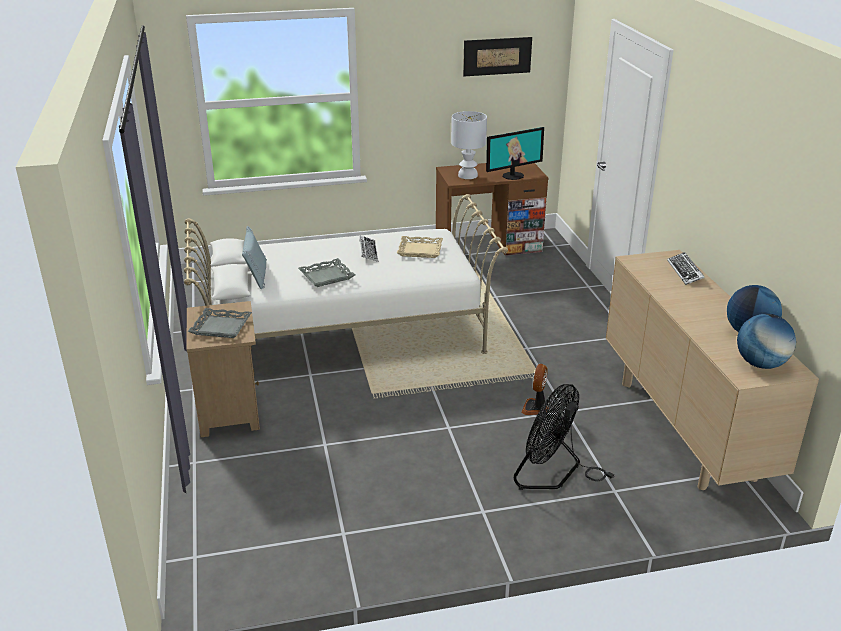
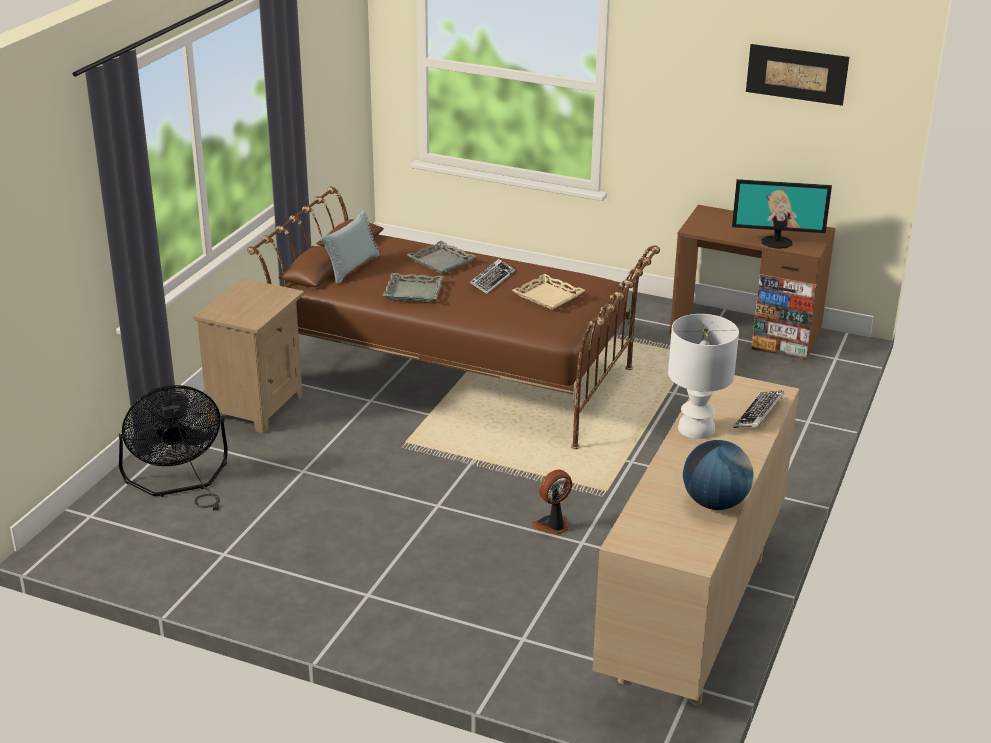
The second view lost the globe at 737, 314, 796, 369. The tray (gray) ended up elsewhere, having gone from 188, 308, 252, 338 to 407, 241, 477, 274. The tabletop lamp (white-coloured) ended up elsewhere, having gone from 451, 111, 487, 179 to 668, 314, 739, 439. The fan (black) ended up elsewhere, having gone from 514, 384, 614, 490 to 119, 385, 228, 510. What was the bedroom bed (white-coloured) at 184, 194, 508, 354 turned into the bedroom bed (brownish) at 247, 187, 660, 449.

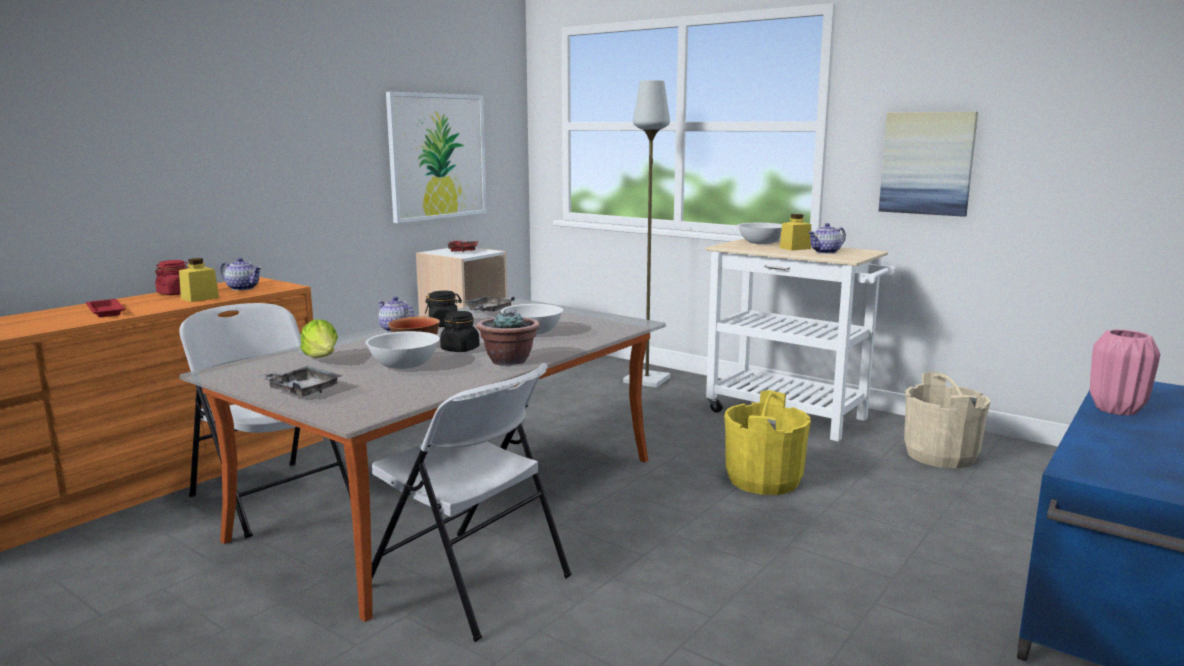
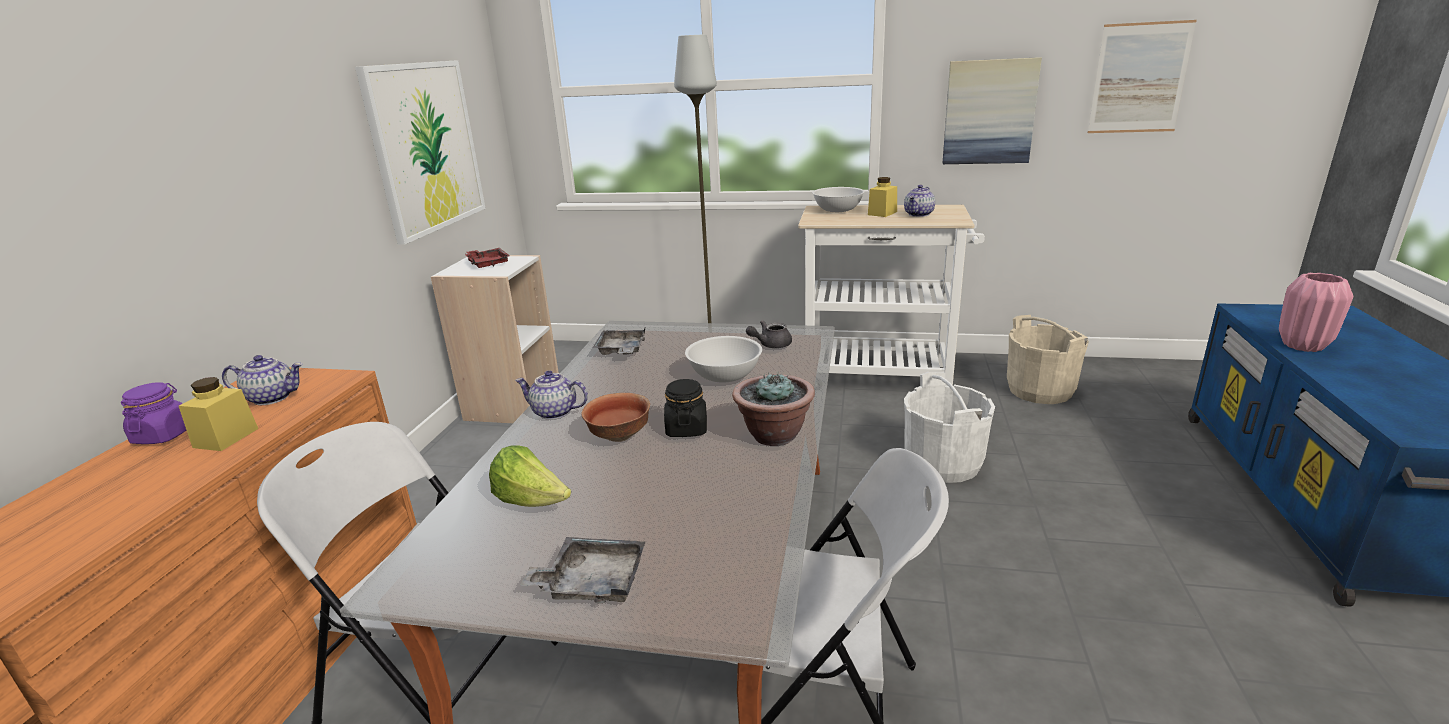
The second view lost the tray (red-coloured) at 86, 299, 125, 317. The second view lost the deep dish (white-coloured) at 365, 331, 440, 369. The second view lost the preserve jar (black) at 425, 291, 462, 327. The second view gained the teapot (gray) at 746, 320, 792, 348. The second view gained the wall art at 1088, 20, 1197, 133. What was the preserve jar (red-coloured) at 155, 260, 189, 295 turned into the preserve jar (purplish) at 121, 382, 186, 444. What was the bucket (yellowish) at 724, 390, 811, 495 turned into the bucket (white-coloured) at 904, 372, 995, 483.

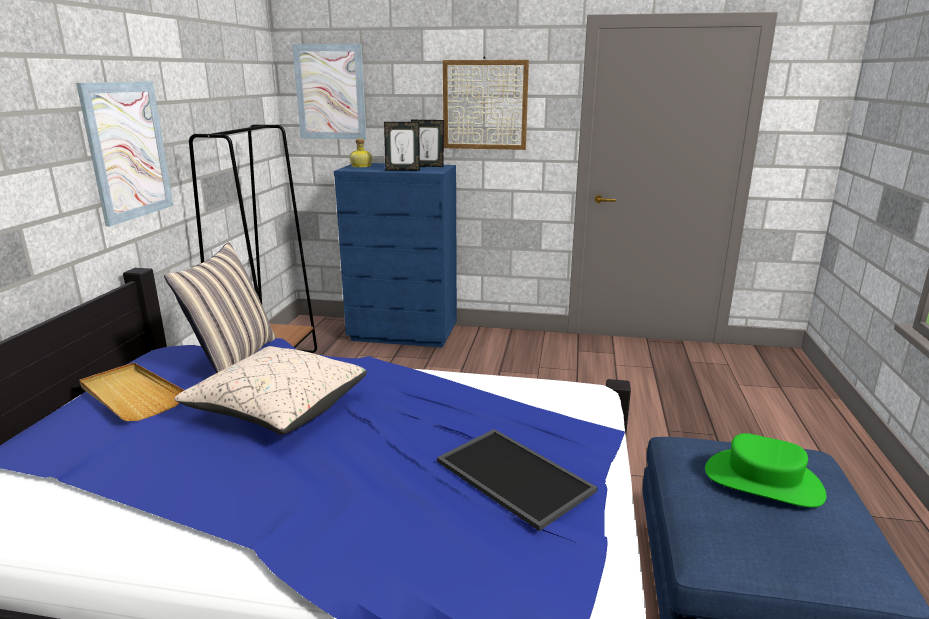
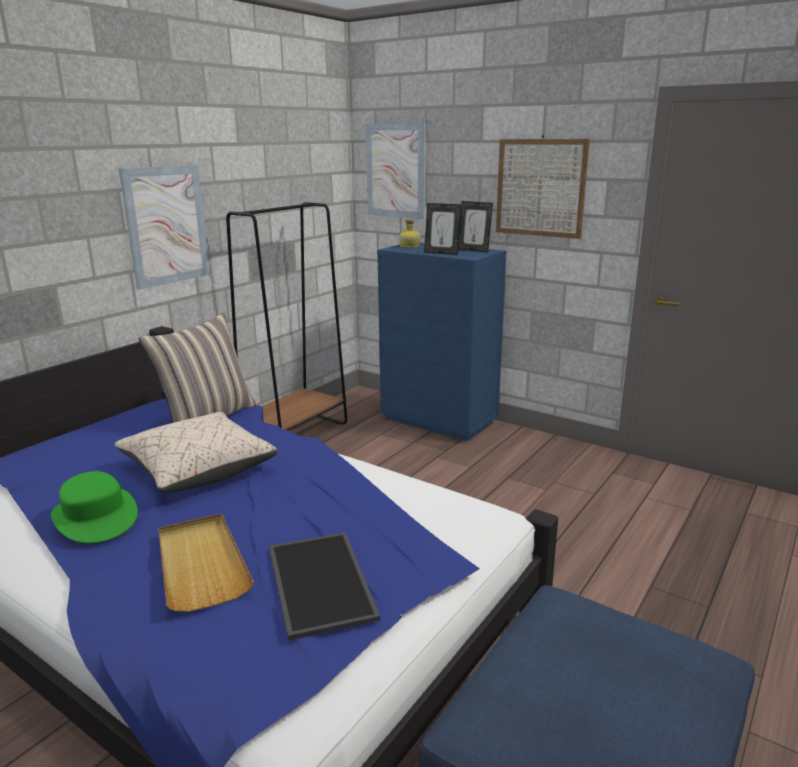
The tray (beige) ended up elsewhere, having gone from 79, 363, 184, 421 to 158, 514, 254, 612. The wearable hat (greenish) ended up elsewhere, having gone from 705, 433, 826, 507 to 51, 471, 138, 543.

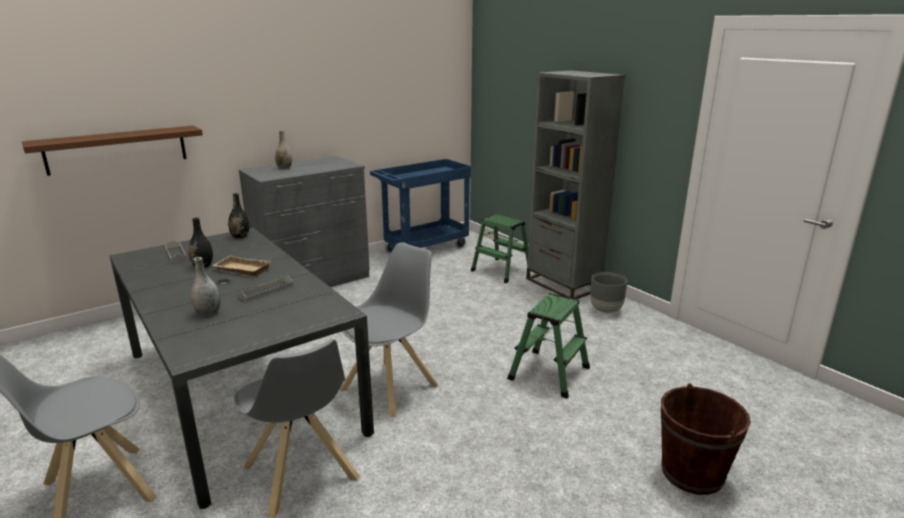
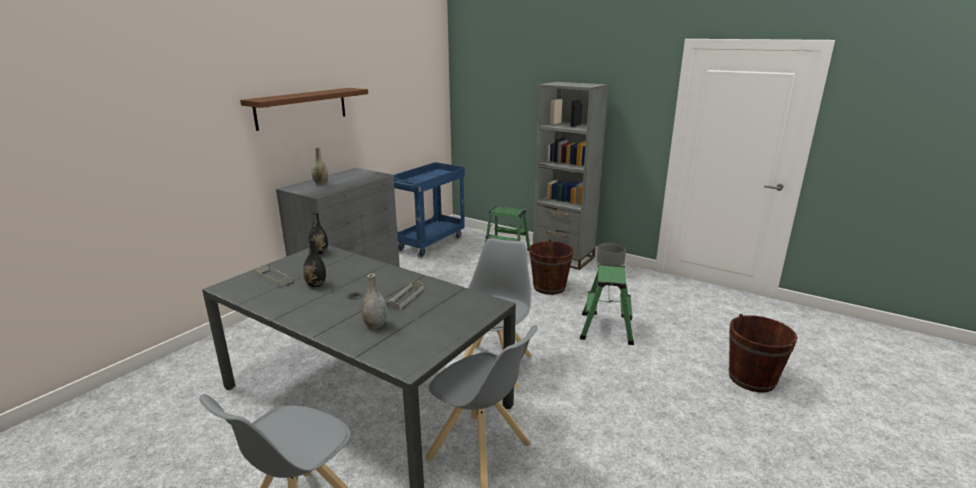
The second view lost the tray (beige) at 212, 255, 271, 276. The second view gained the bucket (brownish) at 529, 239, 574, 295. The shelf (brownish) ended up elsewhere, having gone from 22, 126, 203, 176 to 240, 88, 368, 131.

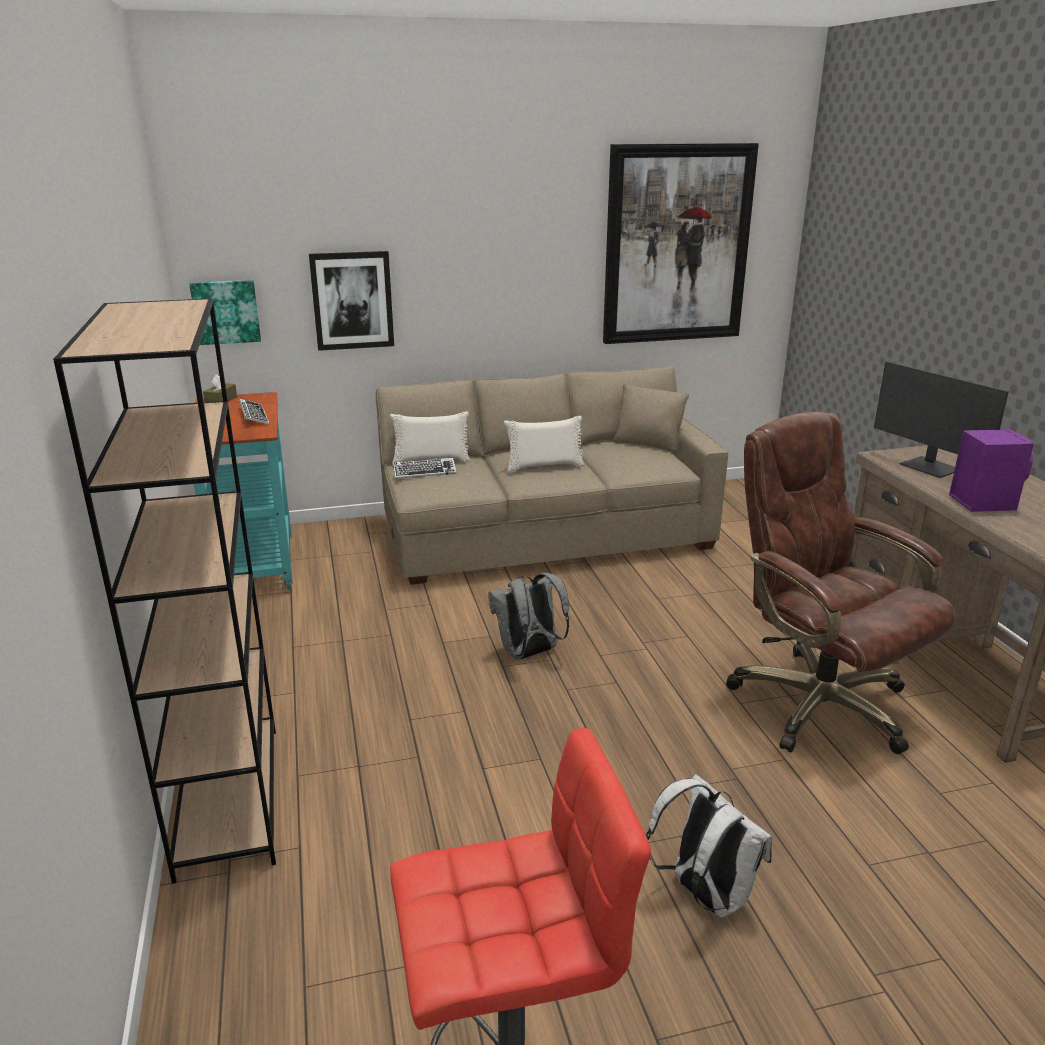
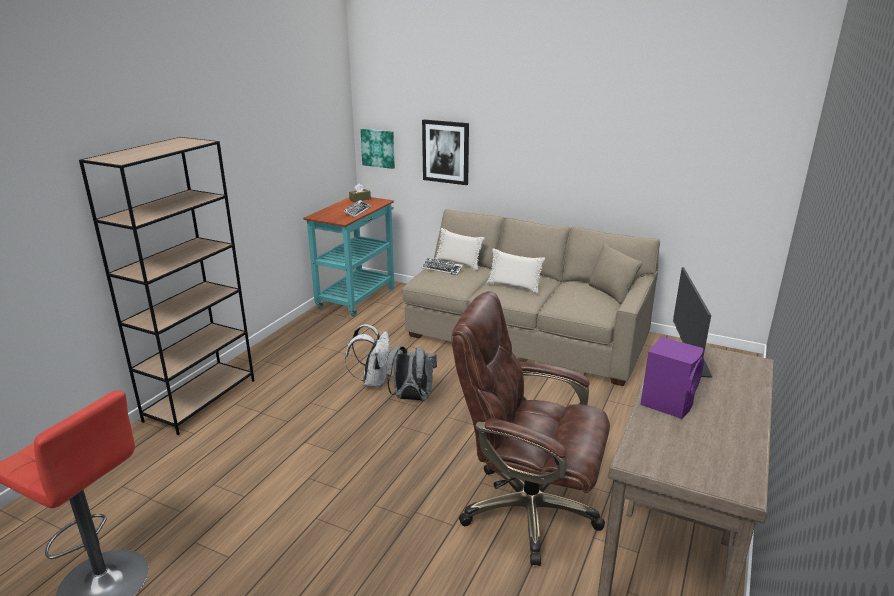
The second view lost the wall art at 603, 143, 759, 344. The knapsack (white-coloured) ended up elsewhere, having gone from 646, 775, 772, 918 to 345, 324, 390, 388. The computer chair (brownish) at 726, 412, 956, 754 ended up facing another way, 75 degrees counterclockwise from before.

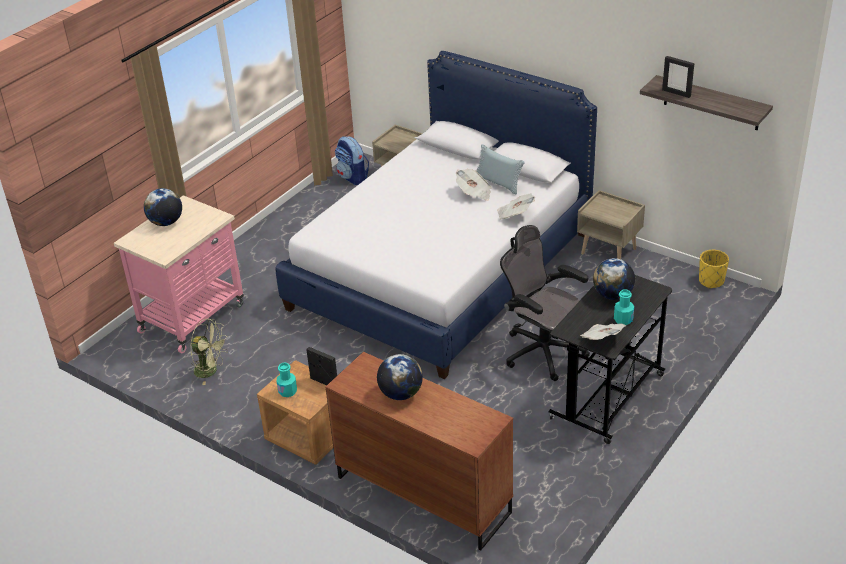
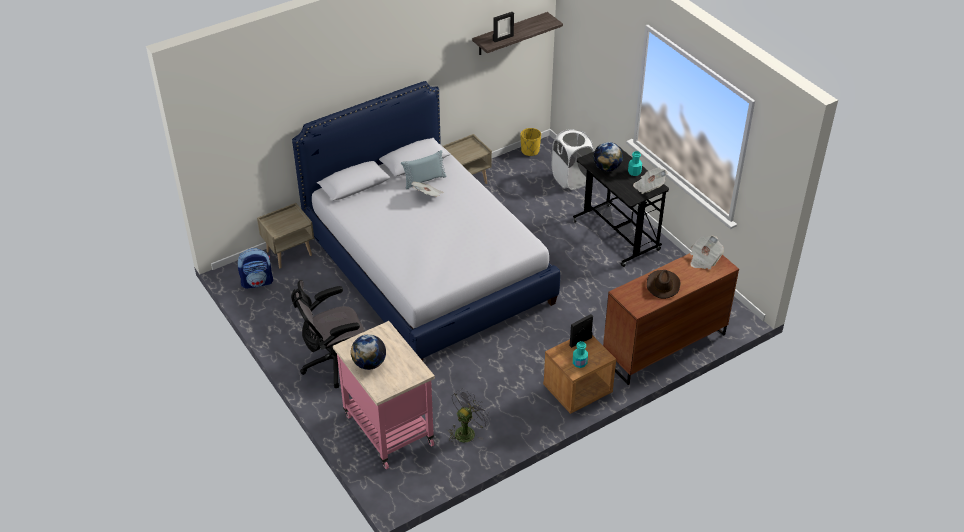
The second view gained the laundry basket (white-coloured) at 552, 129, 594, 190. The printed paper ended up elsewhere, having gone from 498, 193, 535, 220 to 690, 235, 724, 269. The computer chair ended up elsewhere, having gone from 500, 225, 590, 381 to 291, 280, 364, 388. Where the globe stood at 377, 354, 423, 400, the wearable hat (brownish) came to stand at 647, 270, 680, 299. What was the fan (greenish) at 190, 318, 227, 385 turned into the fan (gray) at 448, 388, 491, 442.

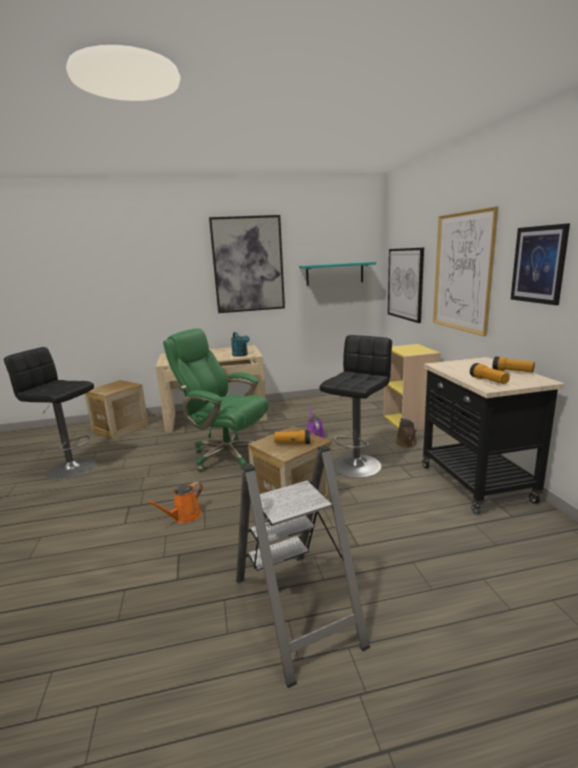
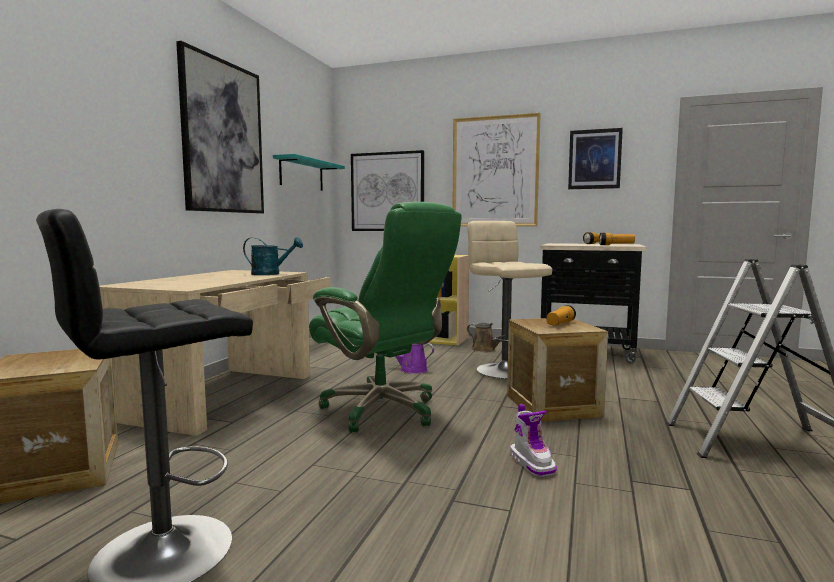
Where the sprinkling can (orange) stood at 146, 482, 203, 523, the high-top boot came to stand at 510, 404, 557, 477. What was the stool seat (black) at 320, 335, 392, 478 turned into the stool seat (beige) at 467, 221, 552, 379. The computer chair (greenish) at 163, 328, 269, 472 ended up facing another way, 105 degrees counterclockwise from before.

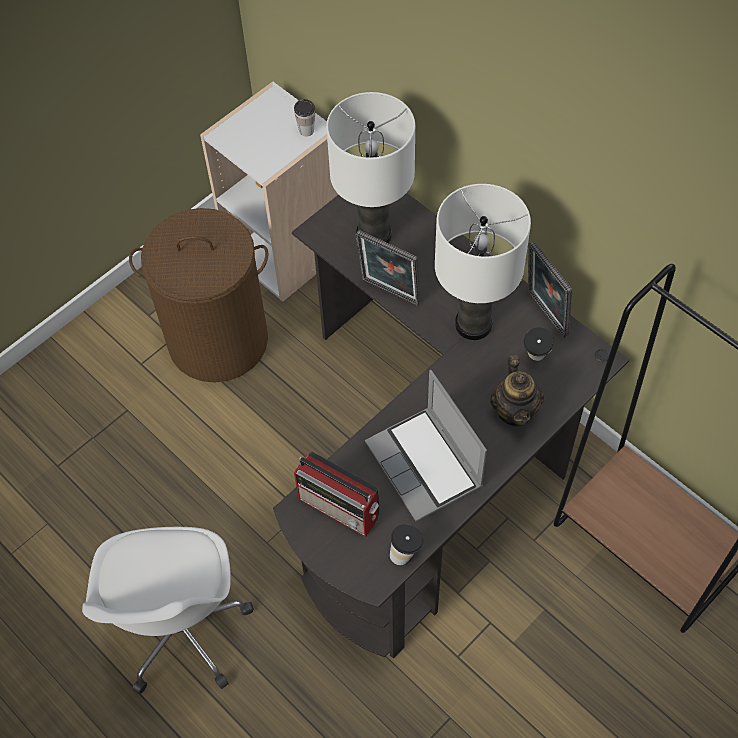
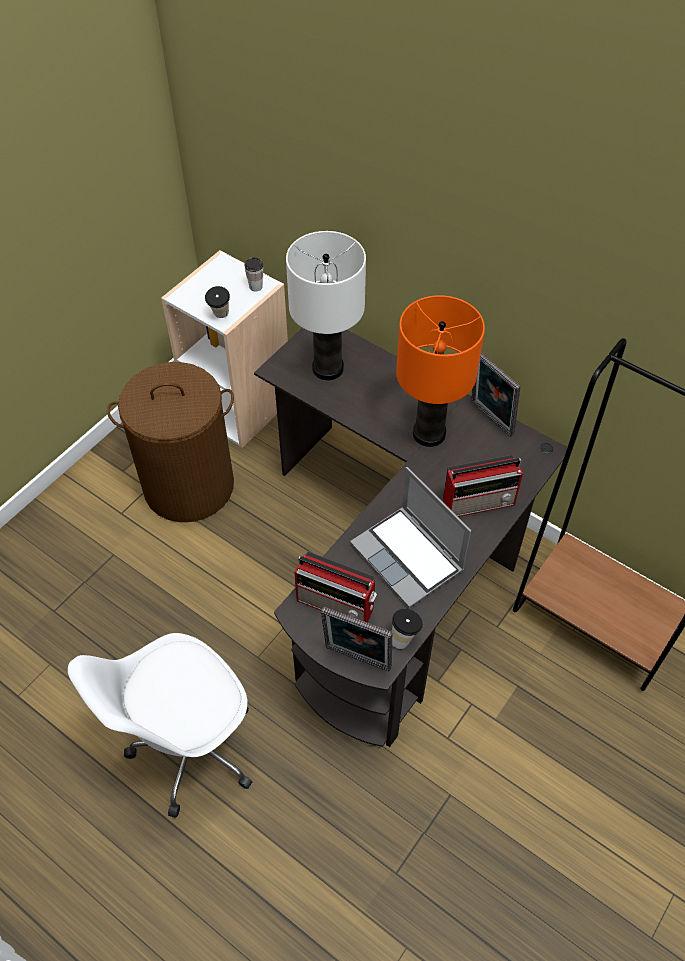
The standing frame ended up elsewhere, having gone from 356, 230, 421, 306 to 321, 607, 392, 671. The cup ended up elsewhere, having gone from 523, 327, 554, 361 to 205, 286, 230, 318. Where the teapot stood at 490, 354, 544, 427, the radio receiver came to stand at 443, 455, 523, 517. What was the tabletop lamp (white-coloured) at 435, 184, 531, 340 turned into the tabletop lamp (orange) at 396, 295, 485, 447. The computer chair (white-coloured) at 82, 527, 254, 694 ended up facing another way, 60 degrees clockwise from before.

